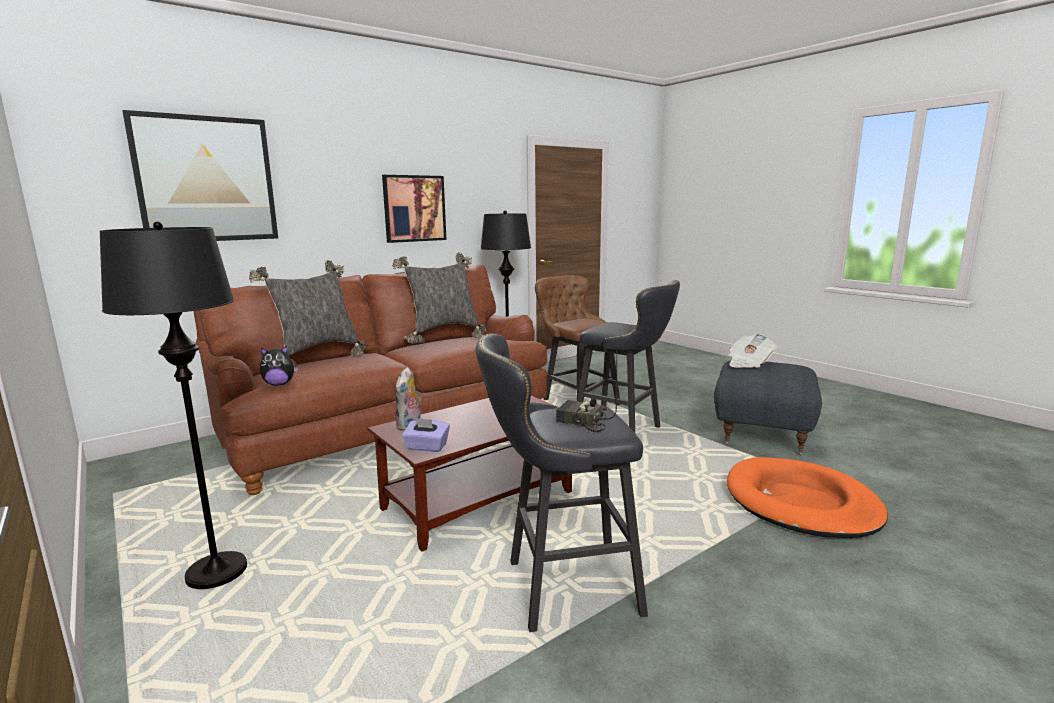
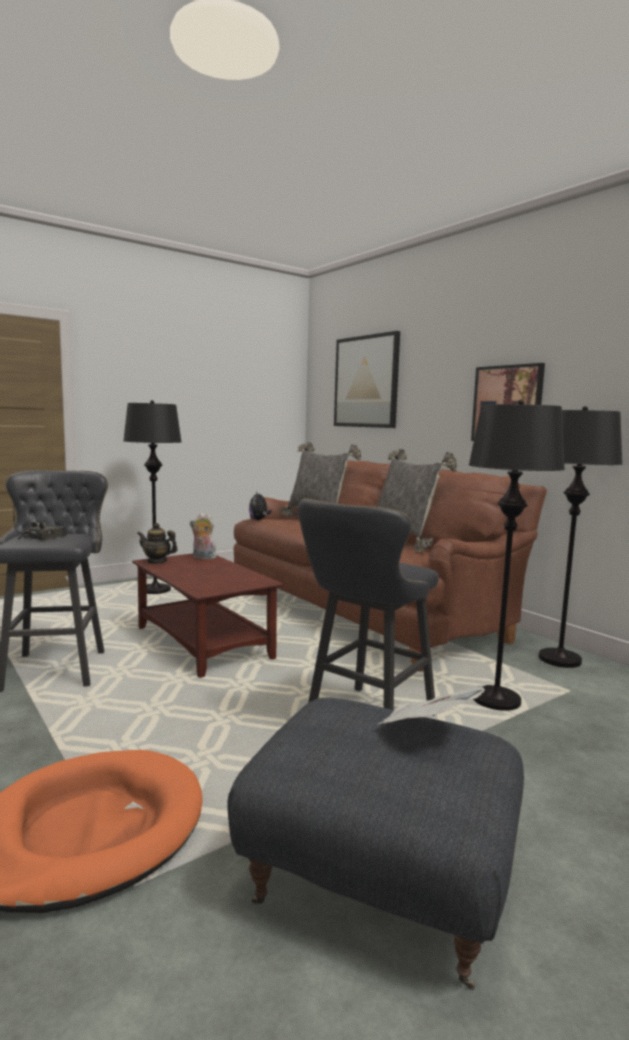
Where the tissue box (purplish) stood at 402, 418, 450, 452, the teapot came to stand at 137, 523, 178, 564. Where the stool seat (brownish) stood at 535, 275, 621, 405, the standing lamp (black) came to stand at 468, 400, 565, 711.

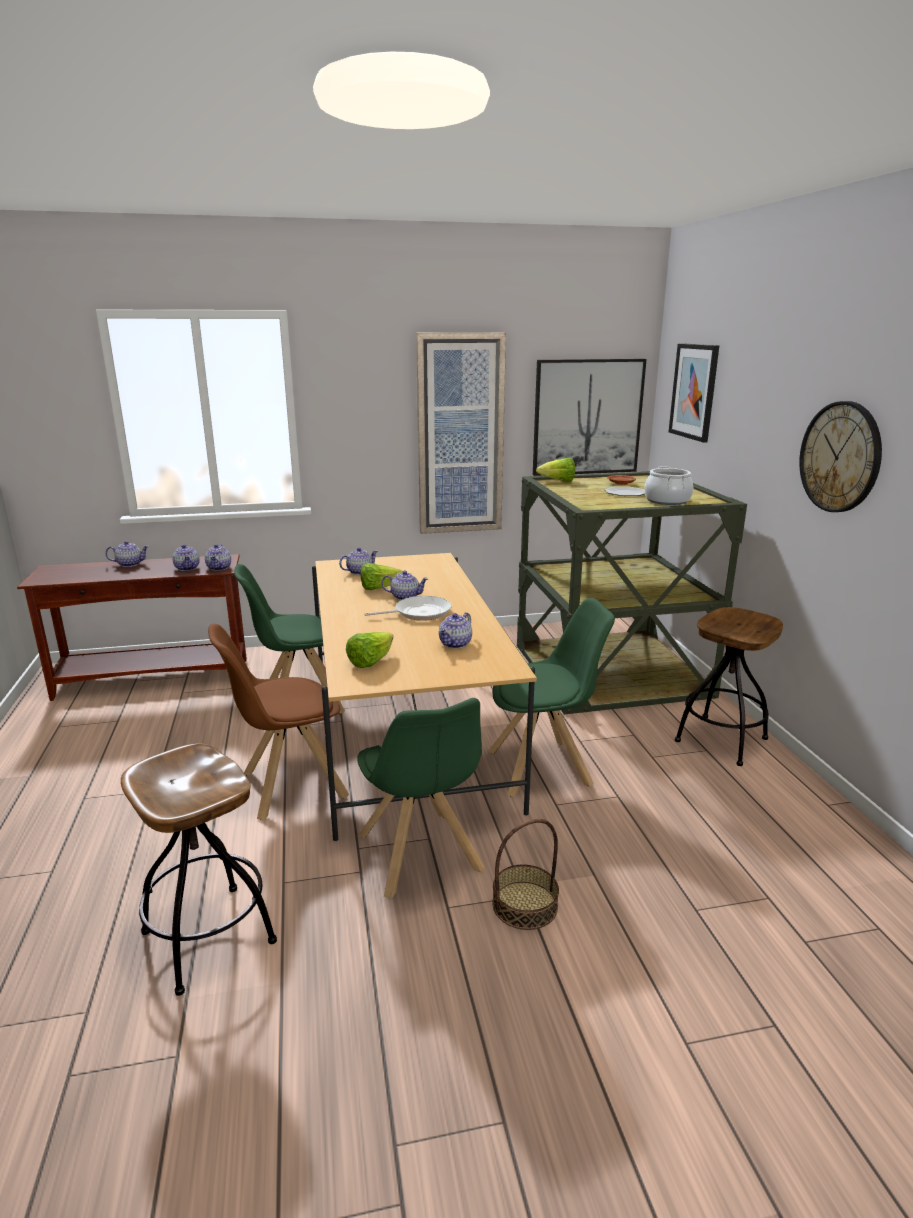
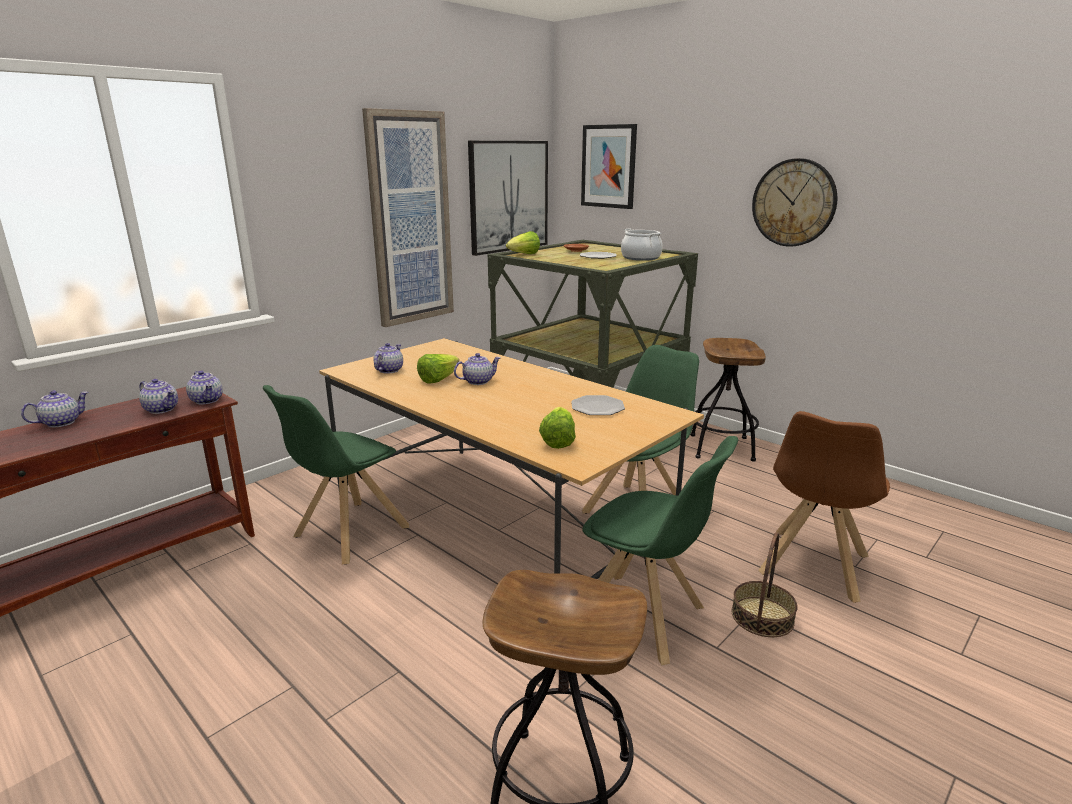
The second view lost the skillet at 364, 596, 452, 621. The plain chair (brownish) ended up elsewhere, having gone from 208, 624, 350, 821 to 758, 411, 890, 603. Where the teapot stood at 439, 612, 472, 648, the plate came to stand at 571, 395, 625, 415.

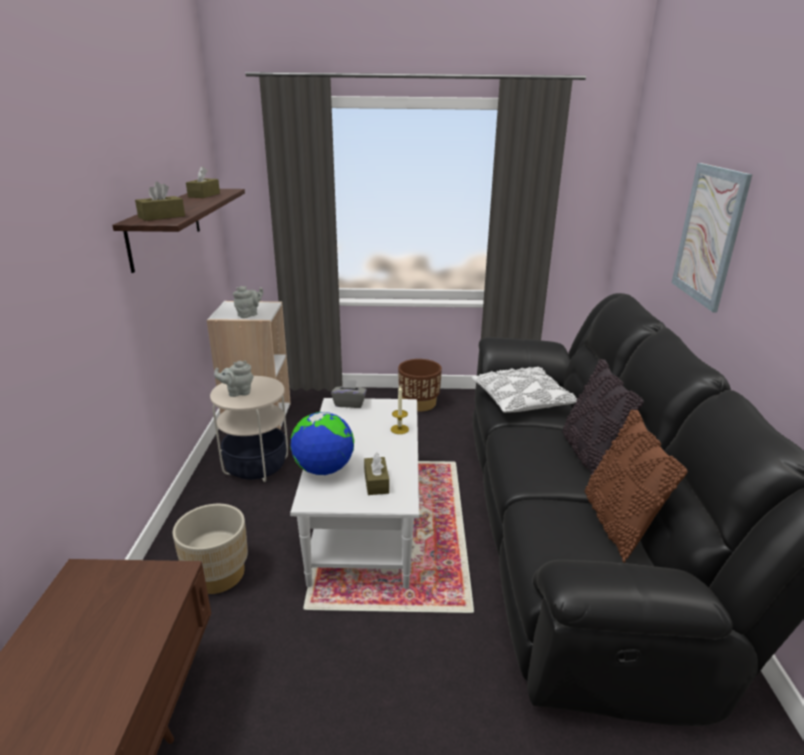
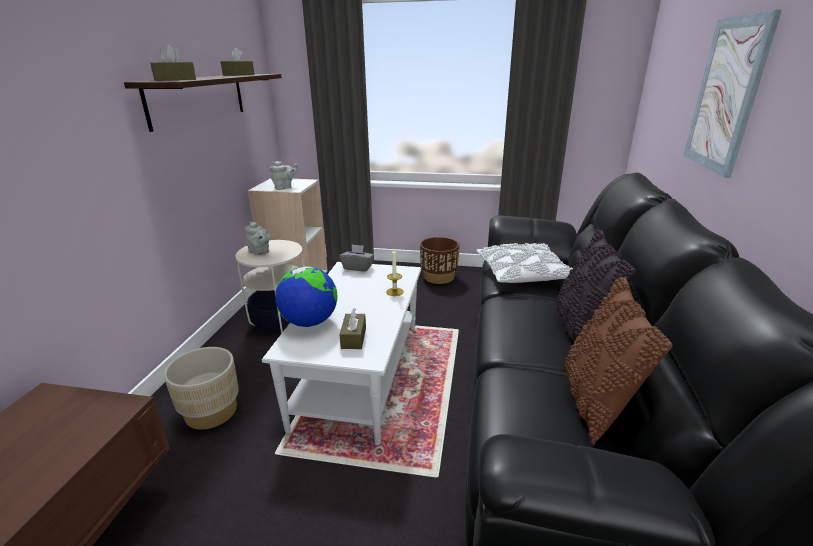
The teapot (gray) at 214, 361, 253, 397 ended up facing another way, 135 degrees counterclockwise from before.

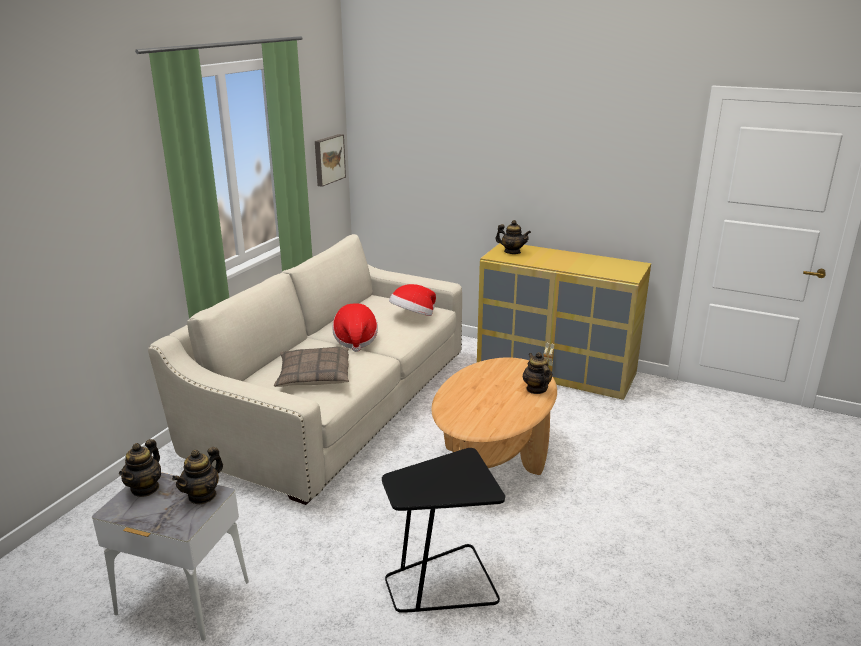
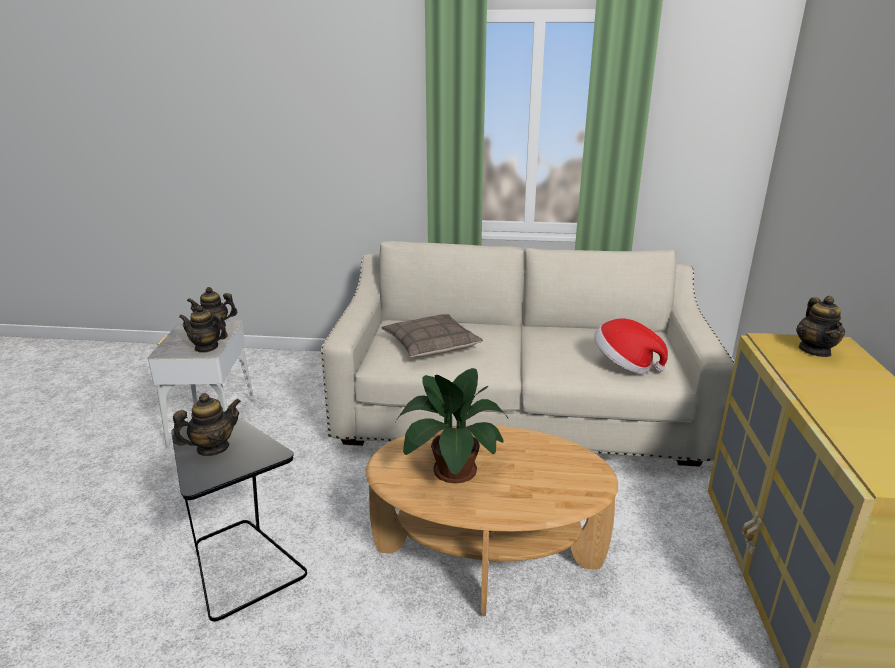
The second view lost the wall art at 315, 134, 346, 187. The second view lost the wearable hat at 332, 303, 378, 352. The second view gained the potted plant at 397, 368, 508, 484. The teapot ended up elsewhere, having gone from 523, 352, 553, 394 to 172, 393, 241, 456.

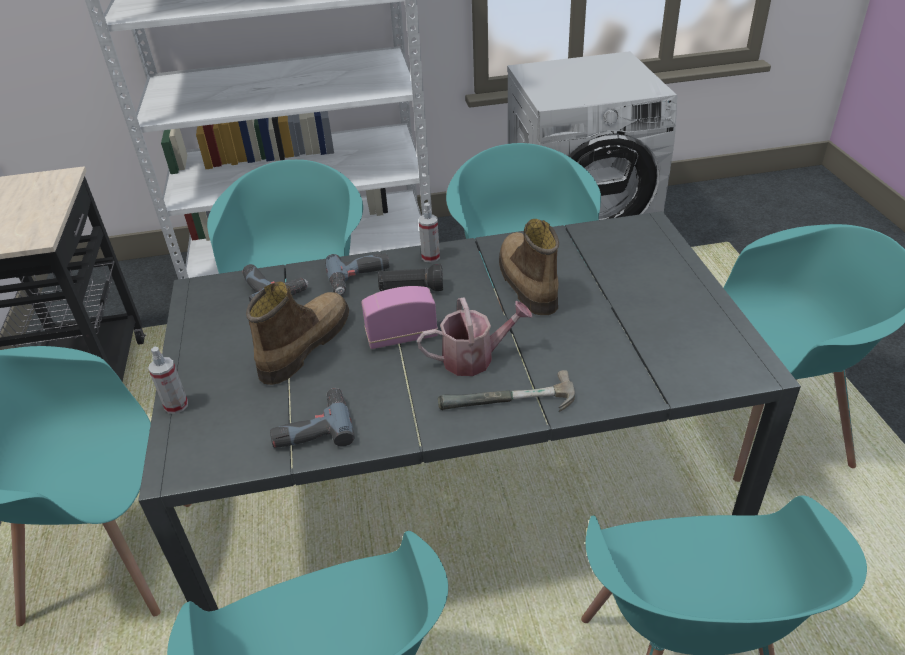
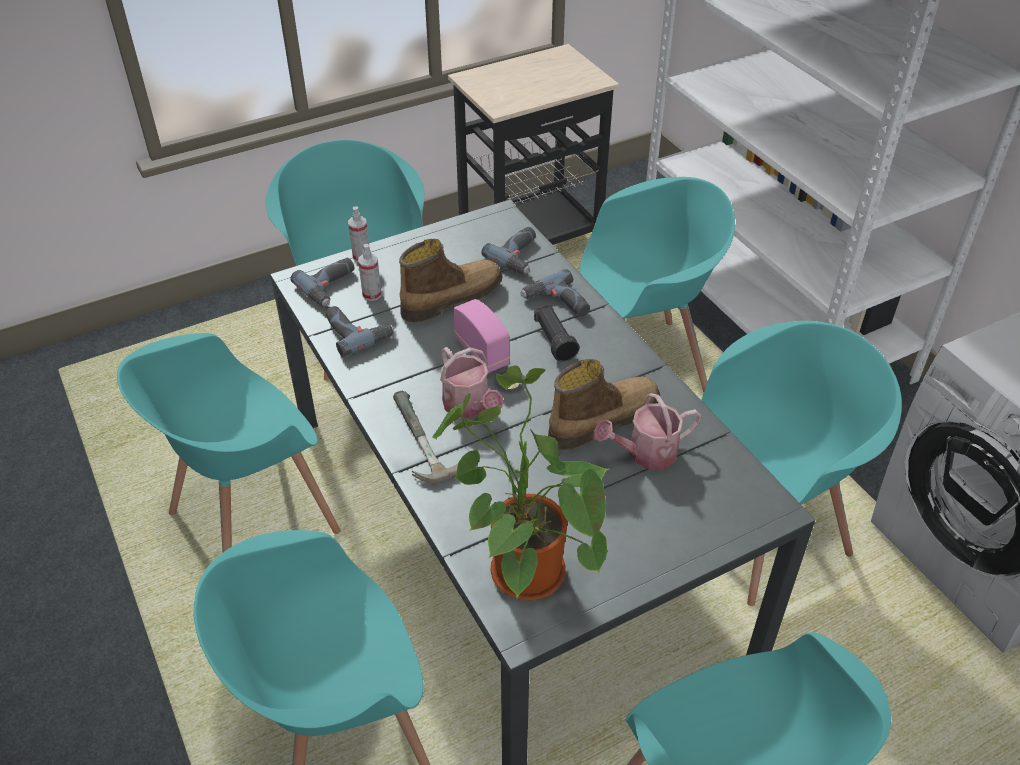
The second view gained the drill at 291, 257, 354, 307. The second view gained the potted plant at 432, 365, 609, 601. The second view gained the sprinkling can at 594, 393, 702, 469. The hand sprayer ended up elsewhere, having gone from 419, 203, 440, 263 to 358, 244, 381, 301. The high-top boot at 246, 281, 349, 385 ended up facing another way, 45 degrees counterclockwise from before.

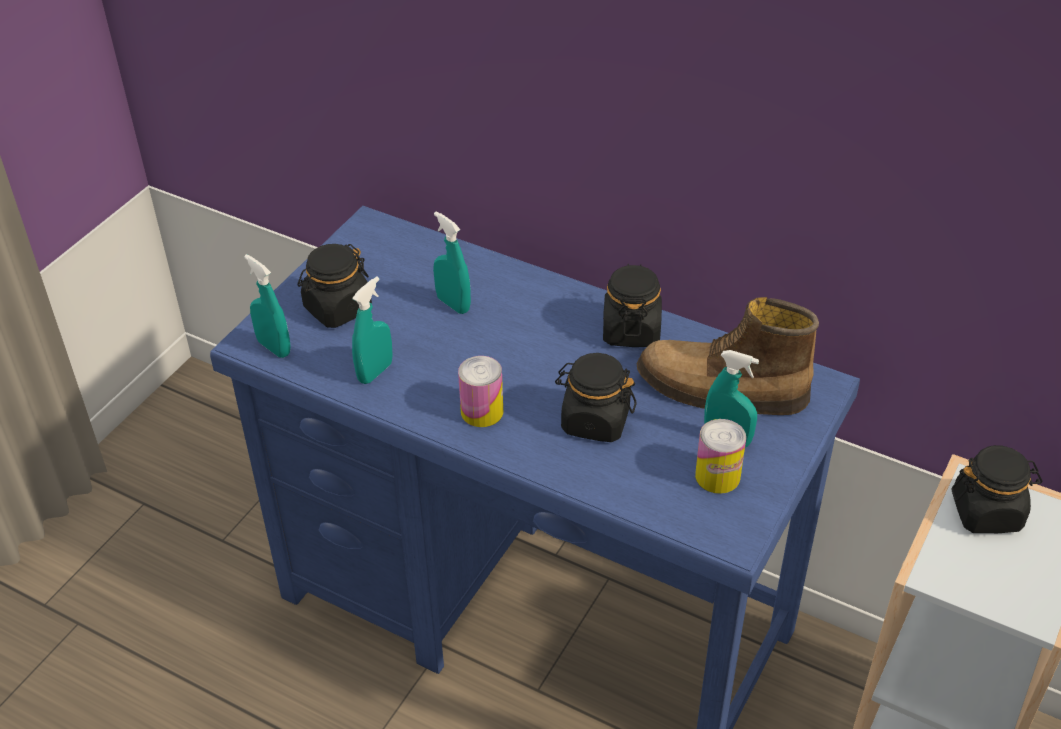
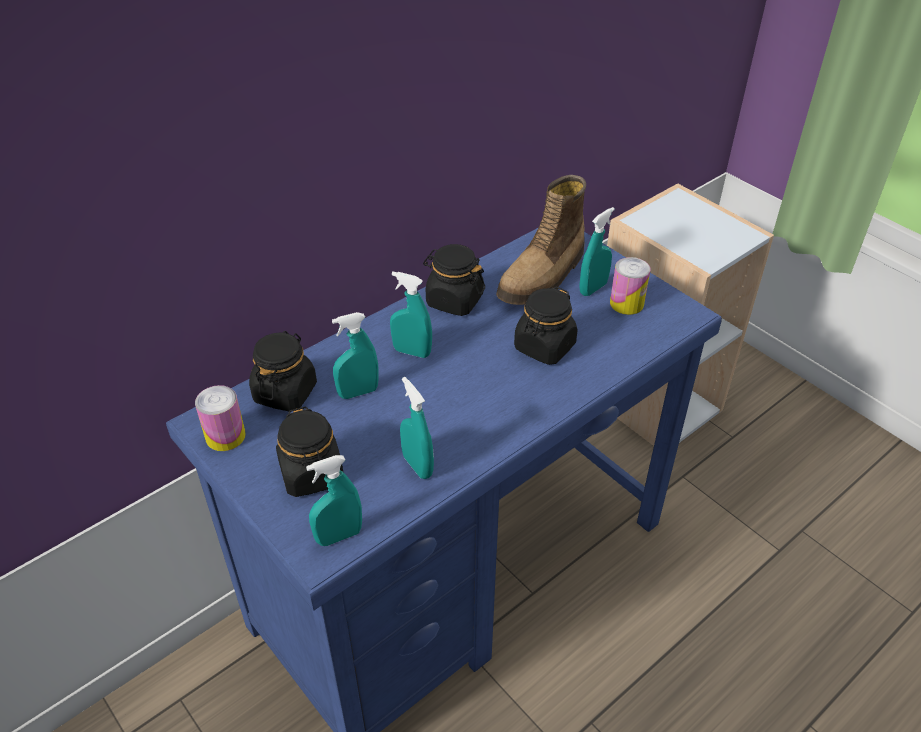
The second view gained the hand sprayer (blue-green) at 390, 272, 432, 358. The can ended up elsewhere, having gone from 458, 356, 503, 427 to 195, 385, 246, 451. The preserve jar (black) ended up elsewhere, having gone from 951, 445, 1043, 533 to 249, 331, 317, 411.

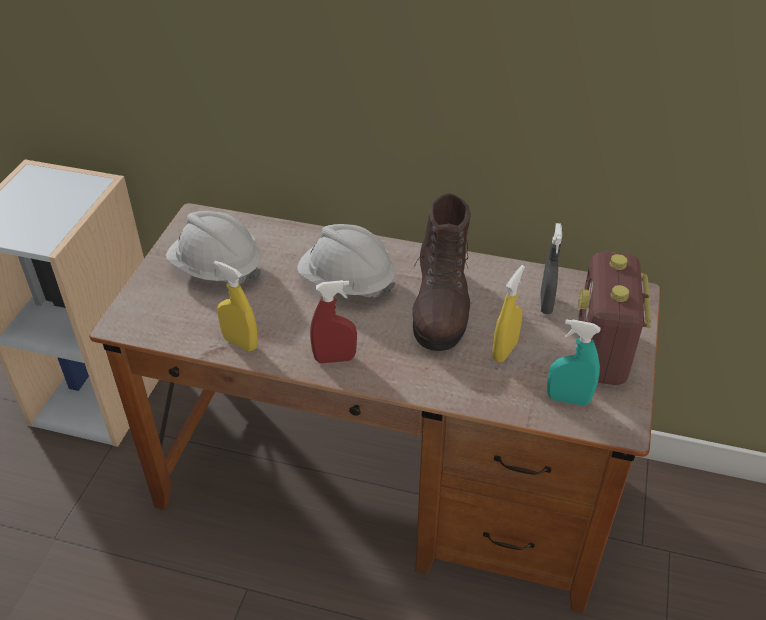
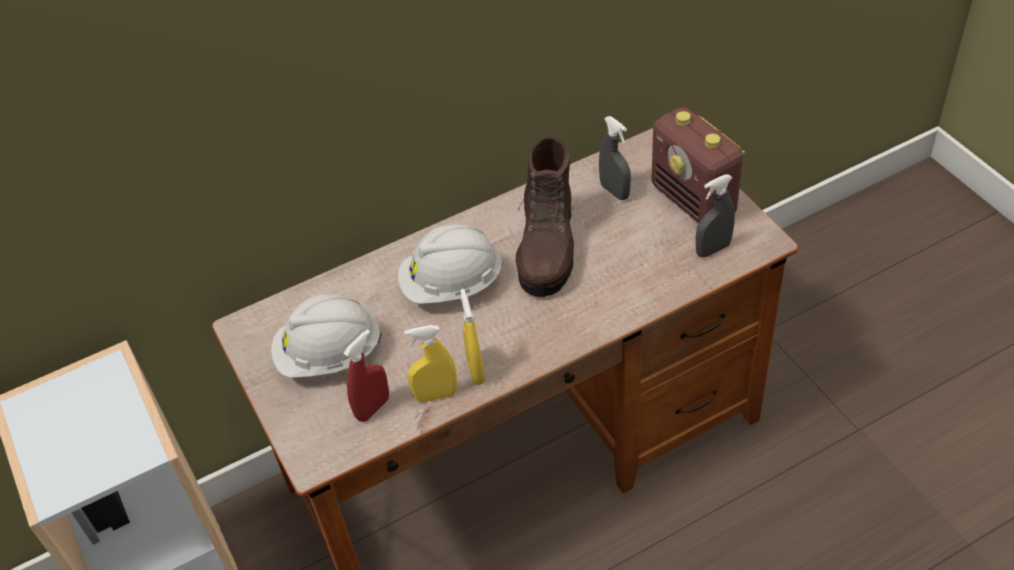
The hand sprayer (red-coloured) ended up elsewhere, having gone from 310, 280, 357, 363 to 343, 329, 389, 422. The hand sprayer (yellowish) ended up elsewhere, having gone from 492, 265, 525, 363 to 461, 289, 485, 385. What was the hand sprayer (blue-green) at 547, 319, 600, 406 turned into the hand sprayer (gray) at 695, 174, 735, 257. The high-top boot (brownish) at 412, 193, 471, 351 ended up facing another way, 45 degrees clockwise from before.

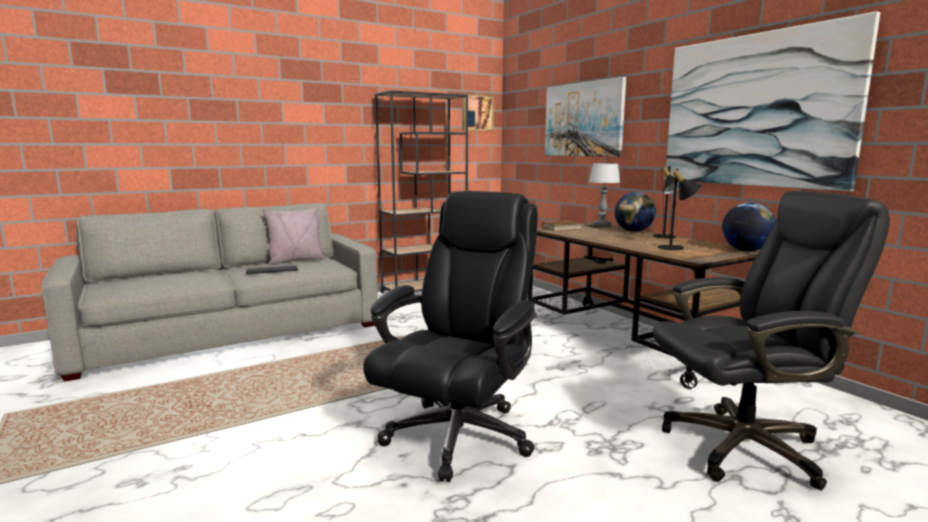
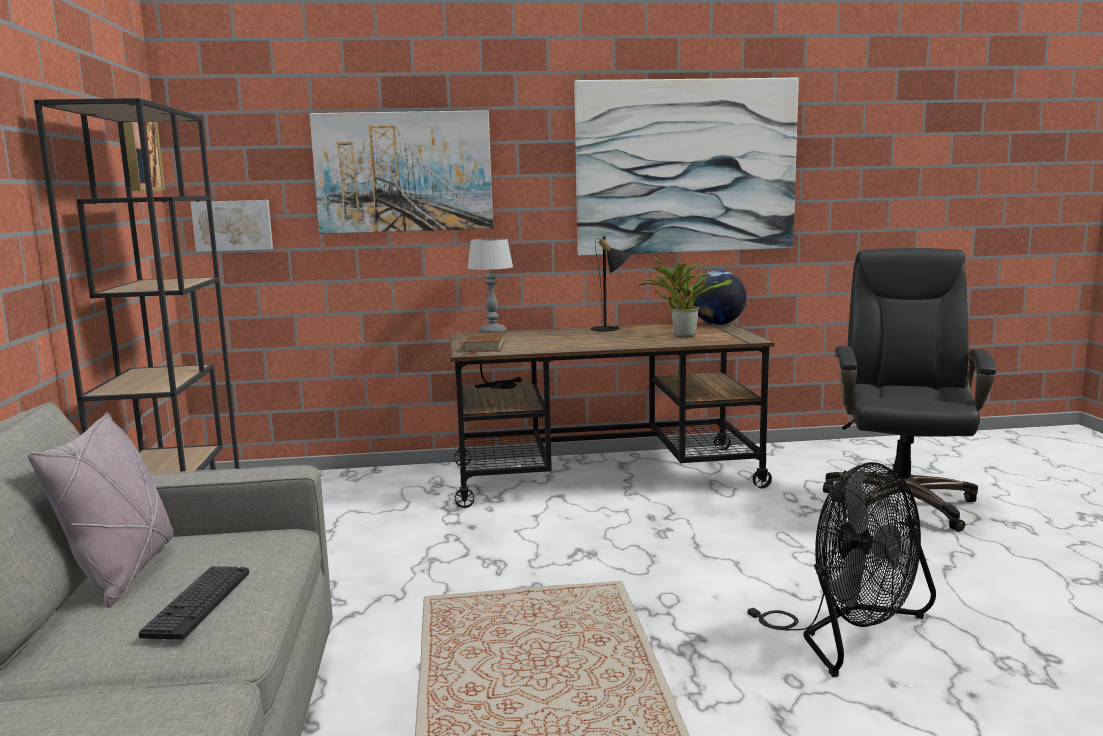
The second view lost the globe at 615, 192, 656, 232. The second view gained the wall art at 191, 200, 273, 252. Where the computer chair (black) stood at 363, 191, 538, 482, the fan (black) came to stand at 747, 462, 936, 677. Where the tabletop lamp (black) stood at 658, 168, 702, 250, the potted plant came to stand at 637, 257, 732, 338.

